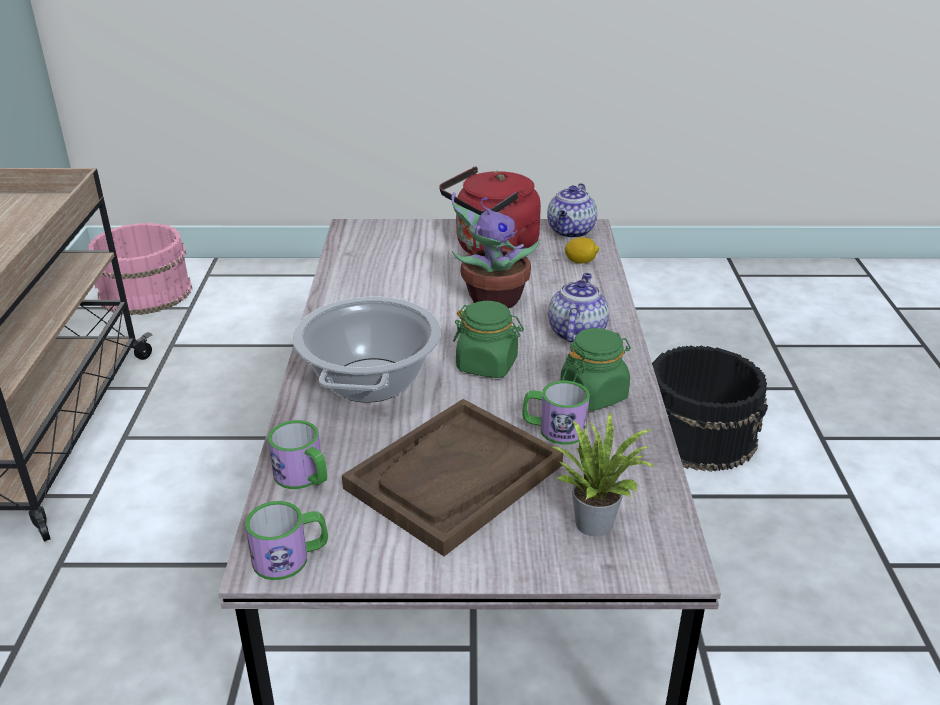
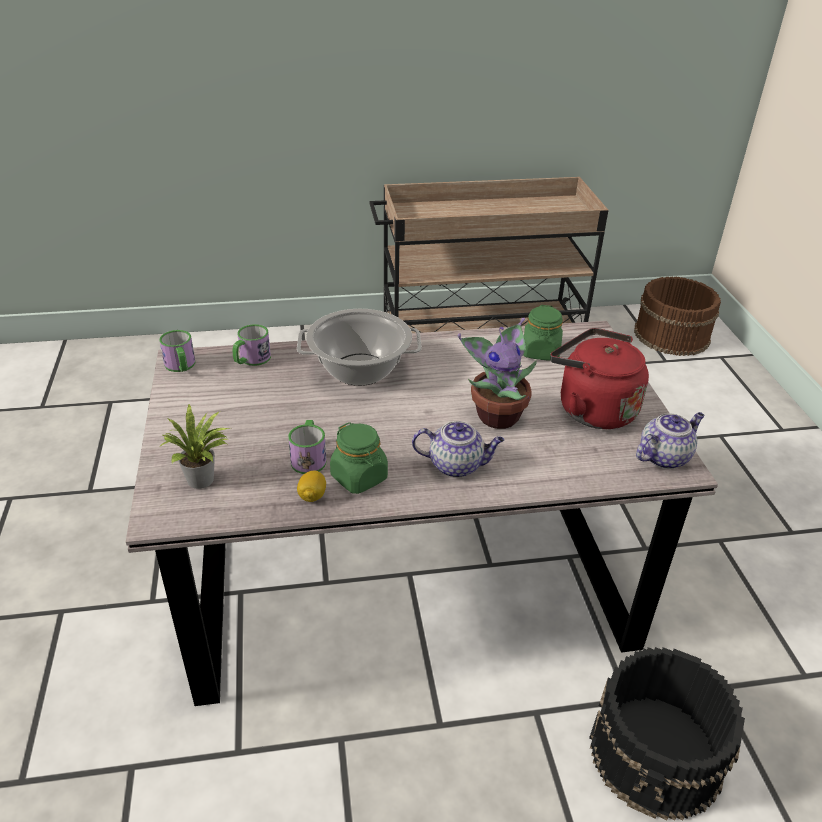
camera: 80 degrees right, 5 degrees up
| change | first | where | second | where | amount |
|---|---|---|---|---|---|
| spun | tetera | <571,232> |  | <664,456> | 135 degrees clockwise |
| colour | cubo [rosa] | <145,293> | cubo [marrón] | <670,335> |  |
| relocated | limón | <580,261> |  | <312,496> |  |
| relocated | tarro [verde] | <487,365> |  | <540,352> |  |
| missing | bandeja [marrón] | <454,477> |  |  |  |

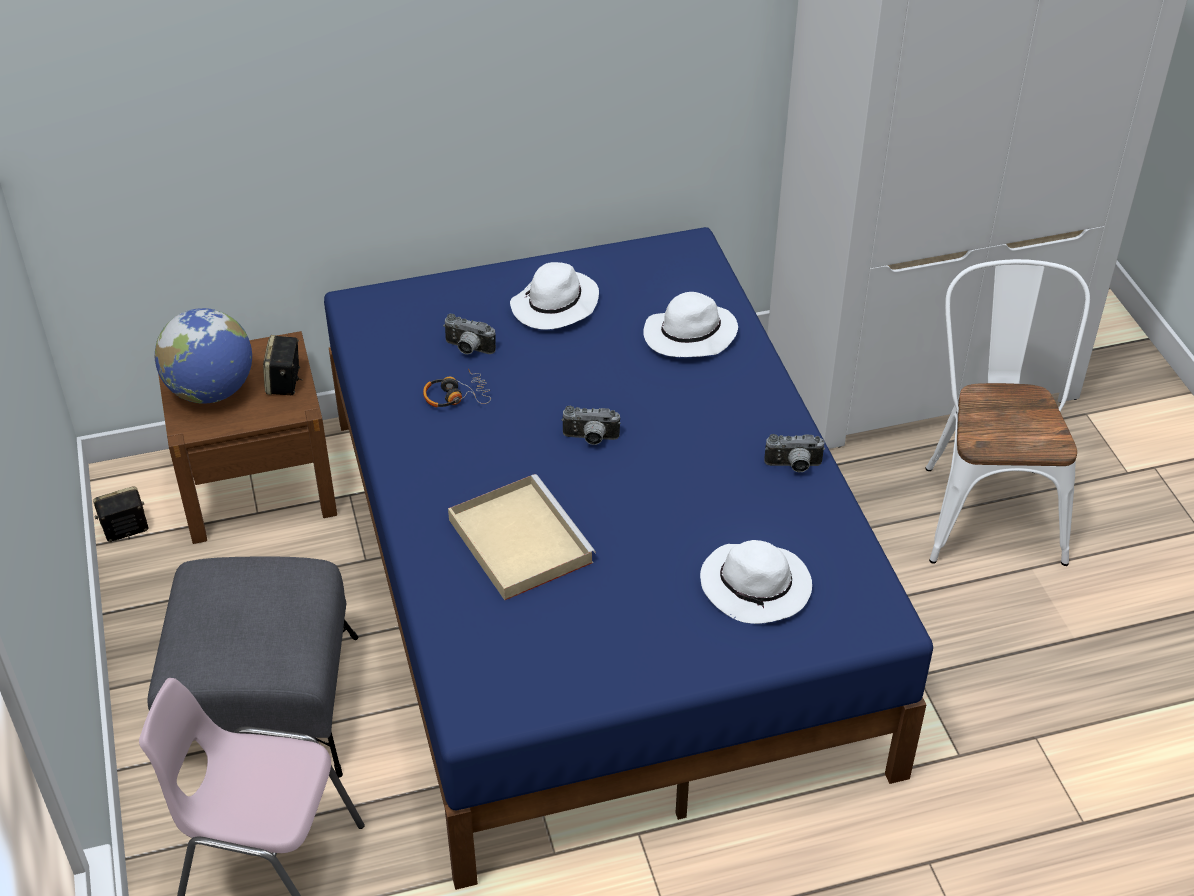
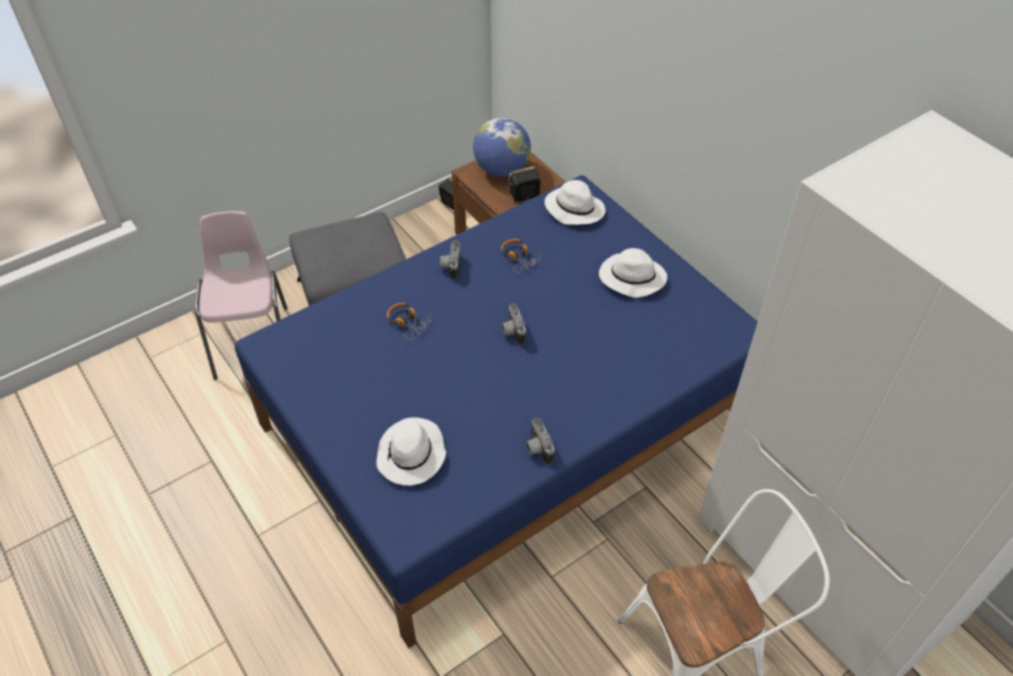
camera: 70 degrees right, 5 degrees up
| change | first | where | second | where | amount |
|---|---|---|---|---|---|
| relocated | sombrero [blanco] | <689,336> |  | <573,209> |  |
| relocated | cámara | <468,349> |  | <450,267> |  |
| exchanged | bandeja [beis] | <518,539> | auriculares | <408,323> |  |

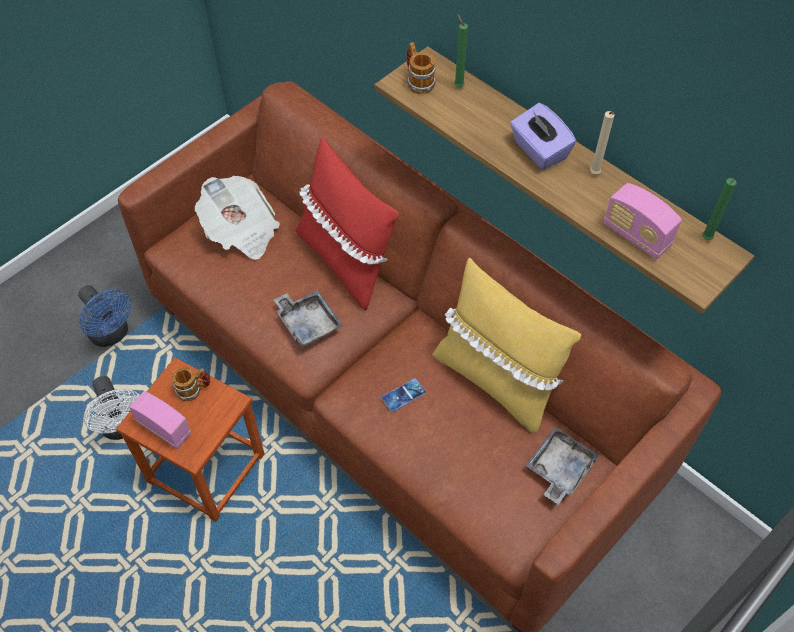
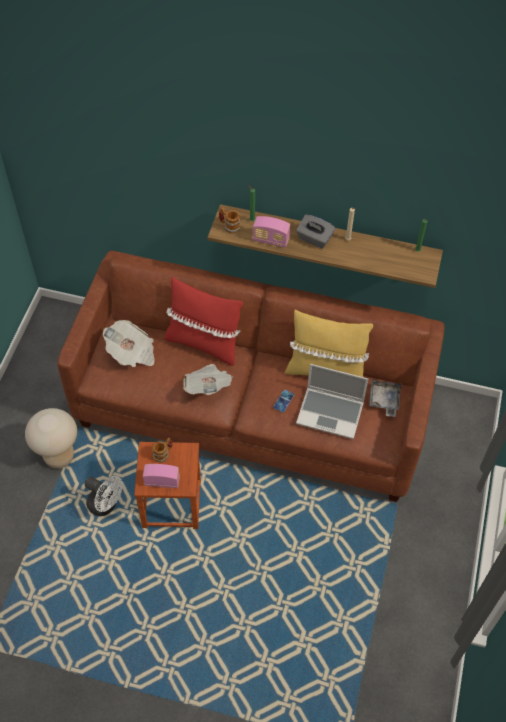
camera: 30 degrees left, 0 degrees up
| change | first | where | second | where | amount |
|---|---|---|---|---|---|
| colour | caja de pañuelos [morado] | <539,150> | caja de pañuelos [gris] | <314,239> |  |
| relocated | radio | <636,236> |  | <270,240> |  |
| exchanged | ventilador [azul] | <112,334> | taburete [beis] | <59,457> |  |
| exchanged | bandeja [gris] | <308,323> | periódico | <207,386> |  |
| appeared |  |  | portátil | <331,413> |  |

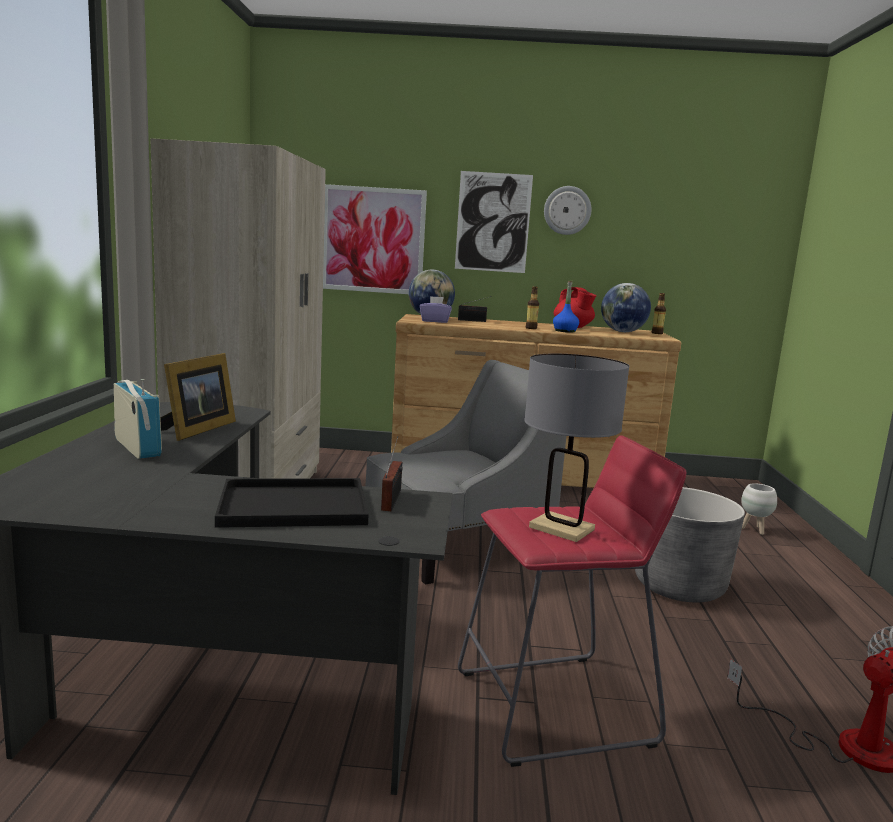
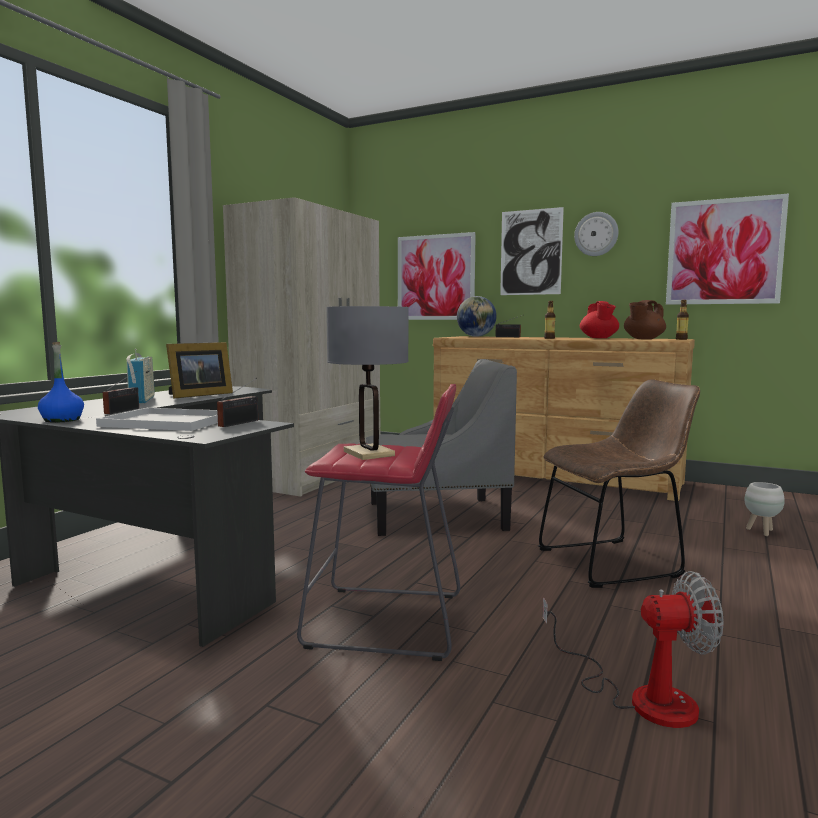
camera: 25 degrees right, 5 degrees down
| change | first | where | second | where | amount |
|---|---|---|---|---|---|
| relocated | botella [azul] | <565,331> |  | <62,420> |  |
| exchanged | globo terráqueo | <622,332> | tetera [marrón] | <643,339> |  |
| missing | caja de pañuelos [morado] | <435,321> |  |  |  |
| colour | bandeja [negro] | <296,505> | bandeja [blanco] | <170,422> |  |
| exchanged | maceta [gris] | <679,586> | silla [marrón] | <614,562> |  |
| appeared |  |  | cuadro | <724,252> |  |
| appeared |  |  | radio | <124,410> |  |

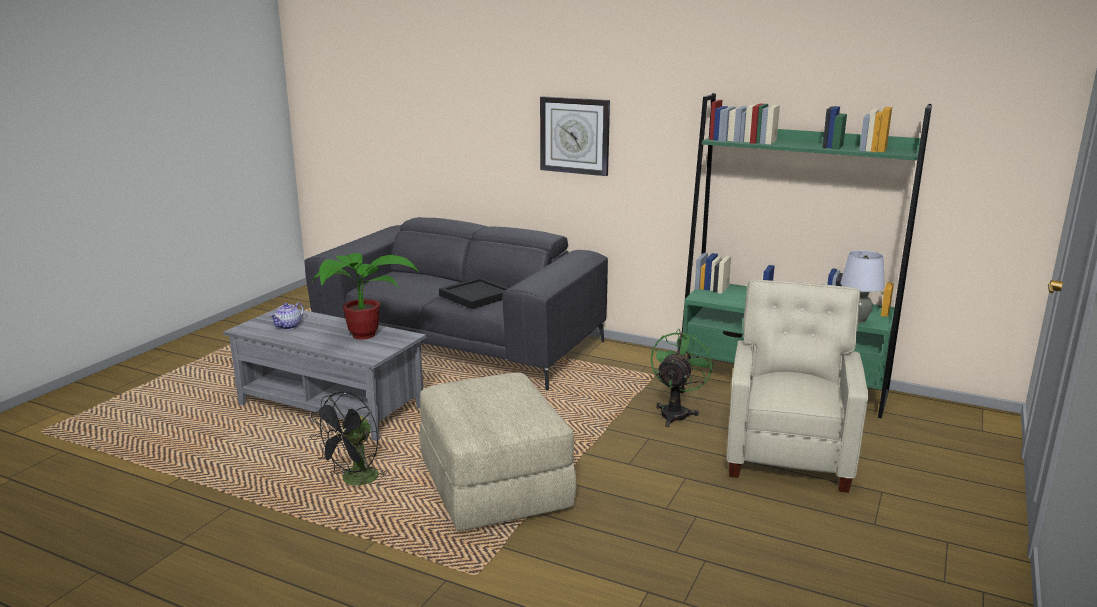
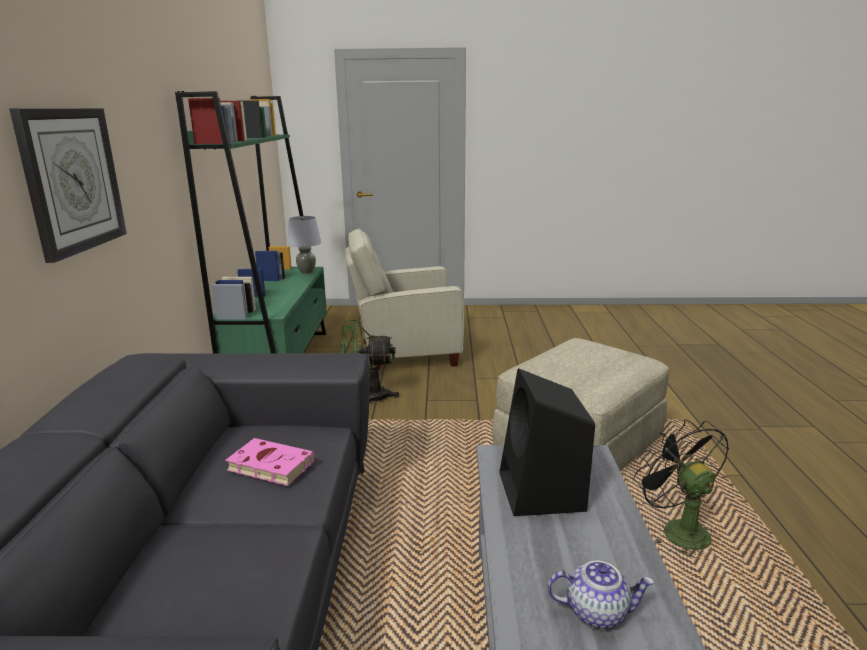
camera: 115 degrees left, 0 degrees up
| change | first | where | second | where | amount |
|---|---|---|---|---|---|
| exchanged | planta en maceta | <362,337> | altavoz [negro] | <542,493> |  |
| exchanged | bandeja [negro] | <476,295> | libro [rosa] | <268,465> |  |
| spun | ventilador [negro] | <355,481> |  | <677,529> | 120 degrees counterclockwise |

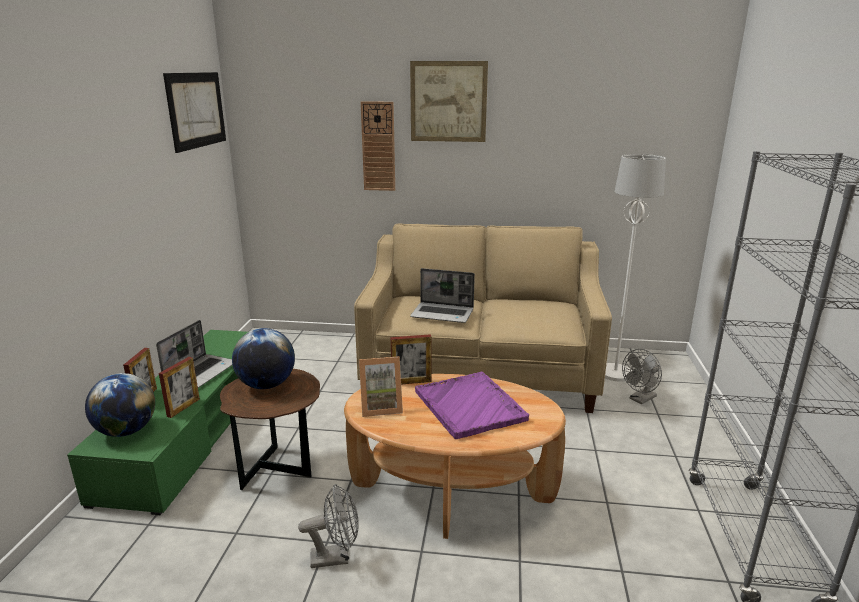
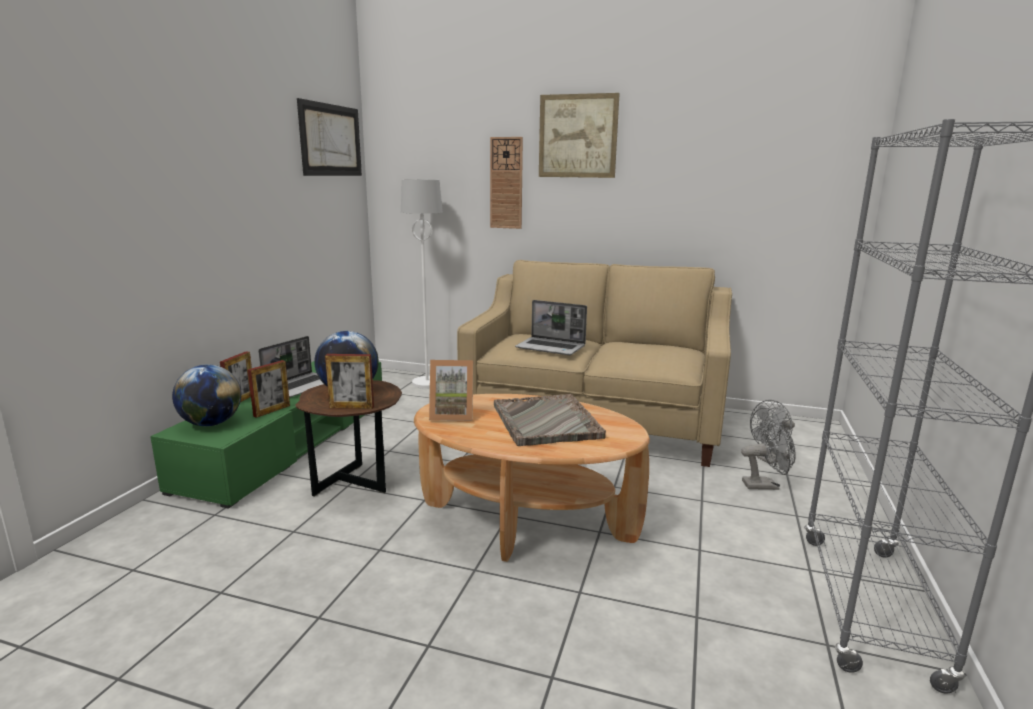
camera: 10 degrees right, 5 degrees down
| change | first | where | second | where | amount |
|---|---|---|---|---|---|
| relocated | lámpara de pie [blanco] | <615,373> |  | <427,383> |  |
| relocated | portarretratos | <411,382> |  | <351,407> |  |
| colour | bandeja [morado] | <470,406> | bandeja [gris] | <546,422> |  |
| relocated | ventilador [gris] | <336,557> |  | <765,485> |  |

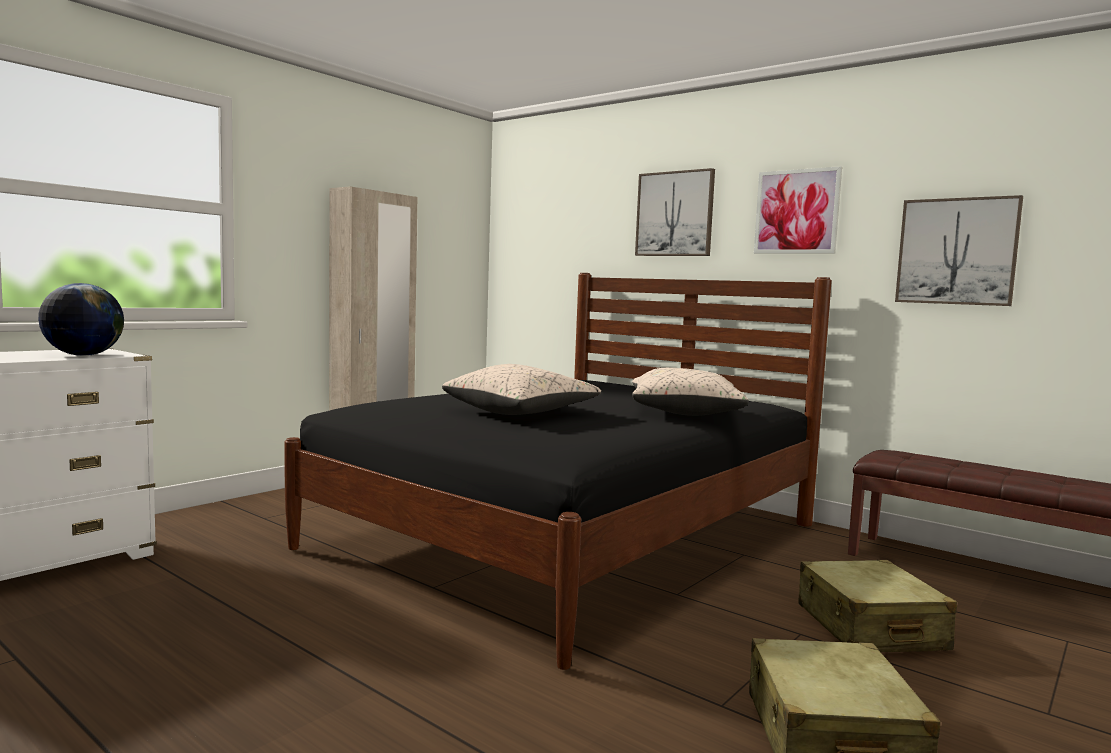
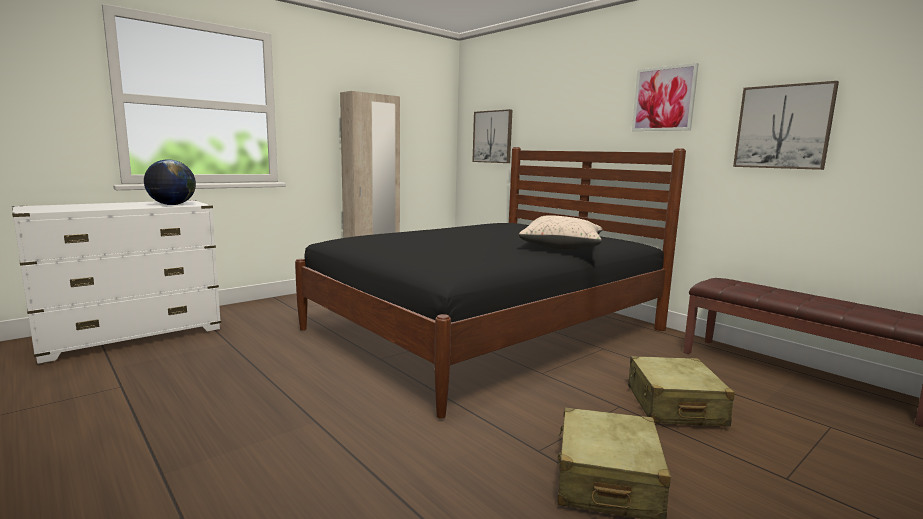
camera: 10 degrees right, 5 degrees up
| change | first | where | second | where | amount |
|---|---|---|---|---|---|
| relocated | cuadro | <675,214> |  | <492,137> |  |
| missing | cojín [beis] | <520,412> |  |  |  |

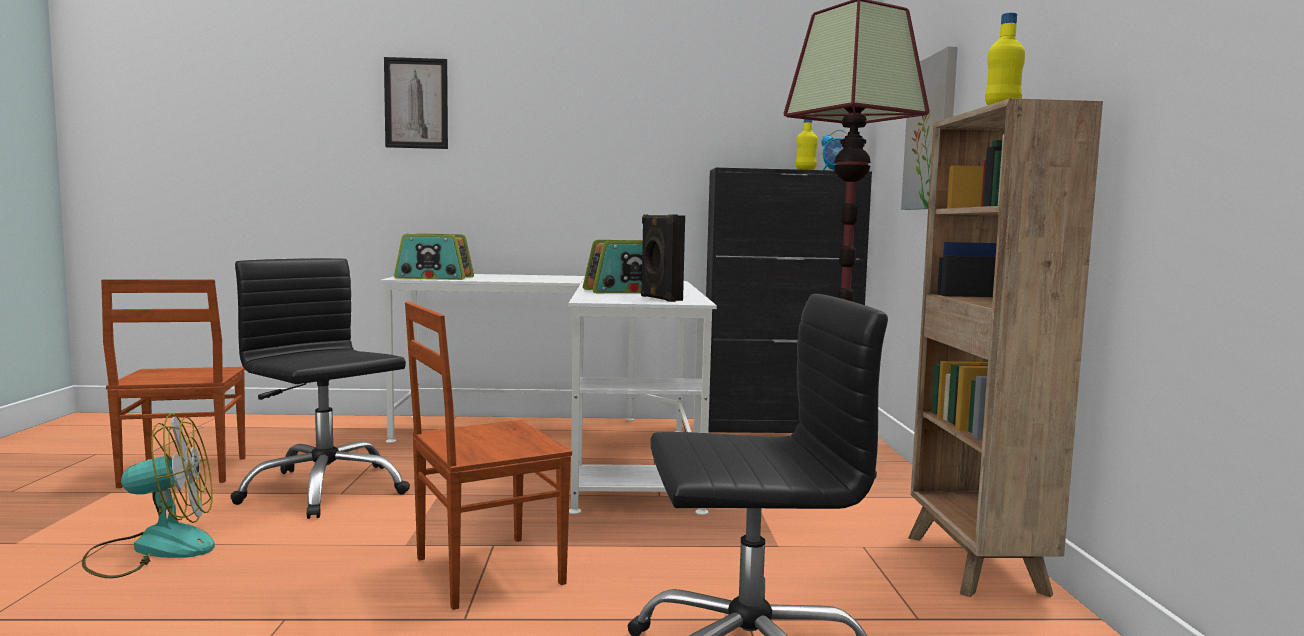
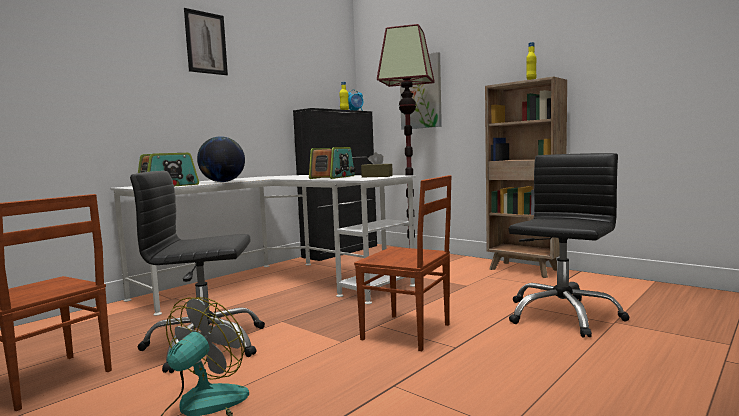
camera: 45 degrees left, 0 degrees up
| change | first | where | second | where | amount |
|---|---|---|---|---|---|
| relocated | cuadro | <416,103> |  | <206,43> |  |
| exchanged | altavoz [negro] | <659,298> | caja de pañuelos [marrón] | <377,176> |  |
| spun | silla [marrón] | <485,570> |  | <407,332> | 75 degrees counterclockwise |
| appeared |  |  | globo terráqueo | <222,182> |  |

